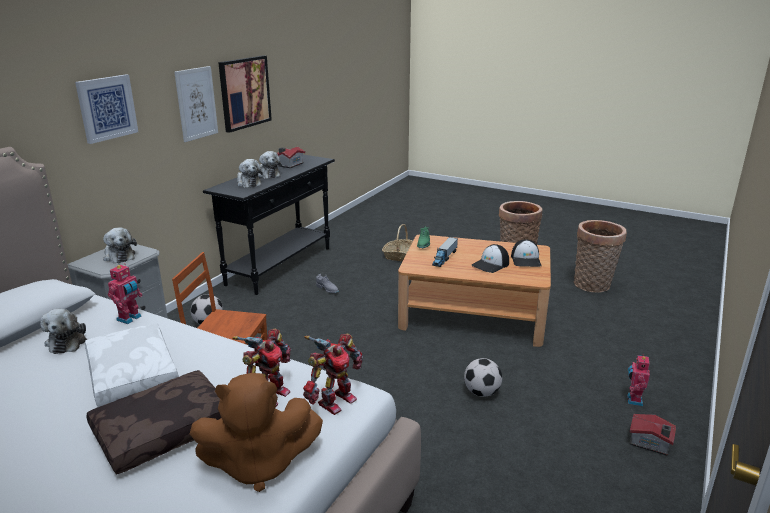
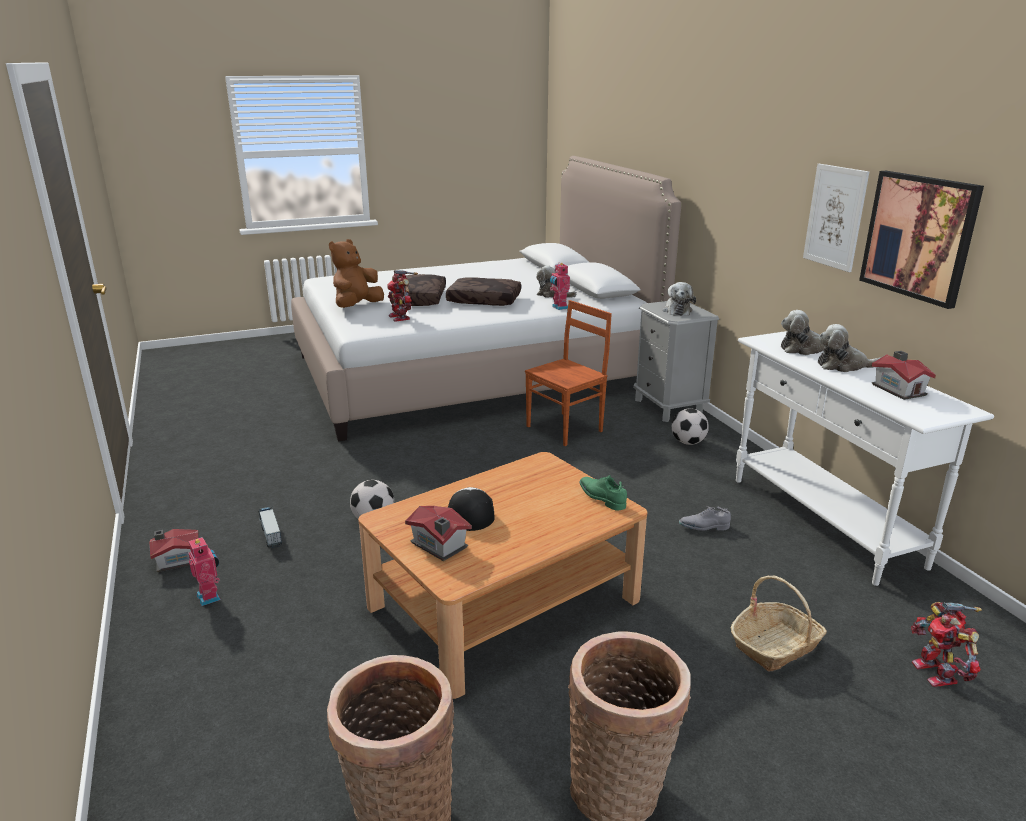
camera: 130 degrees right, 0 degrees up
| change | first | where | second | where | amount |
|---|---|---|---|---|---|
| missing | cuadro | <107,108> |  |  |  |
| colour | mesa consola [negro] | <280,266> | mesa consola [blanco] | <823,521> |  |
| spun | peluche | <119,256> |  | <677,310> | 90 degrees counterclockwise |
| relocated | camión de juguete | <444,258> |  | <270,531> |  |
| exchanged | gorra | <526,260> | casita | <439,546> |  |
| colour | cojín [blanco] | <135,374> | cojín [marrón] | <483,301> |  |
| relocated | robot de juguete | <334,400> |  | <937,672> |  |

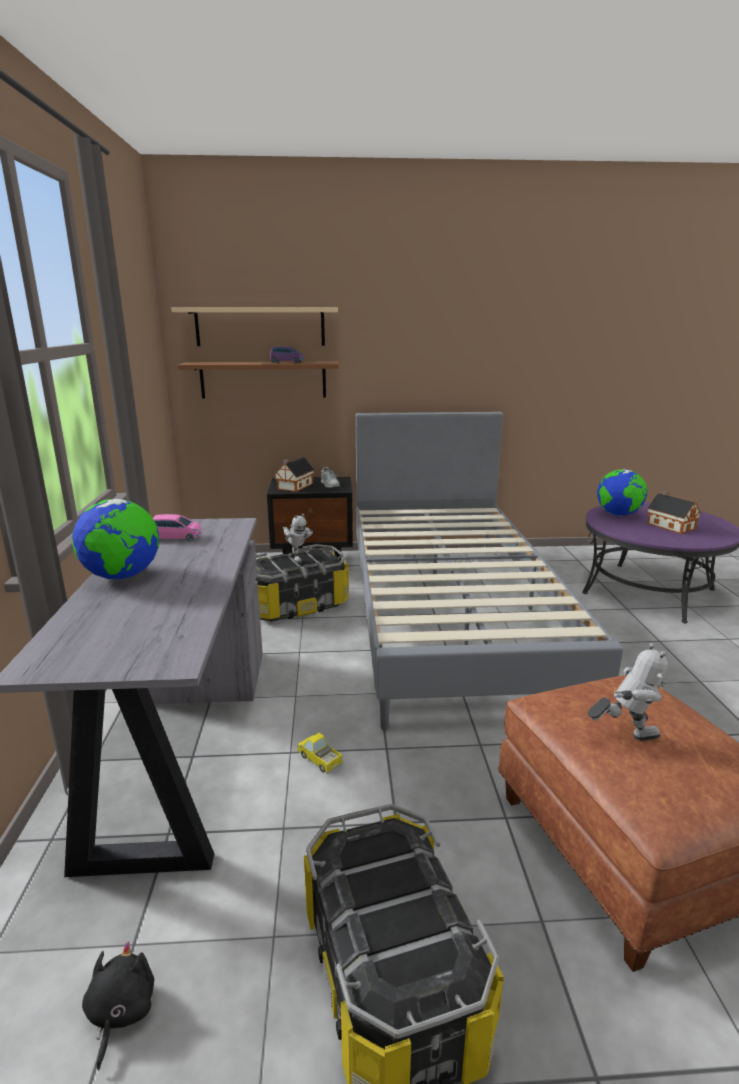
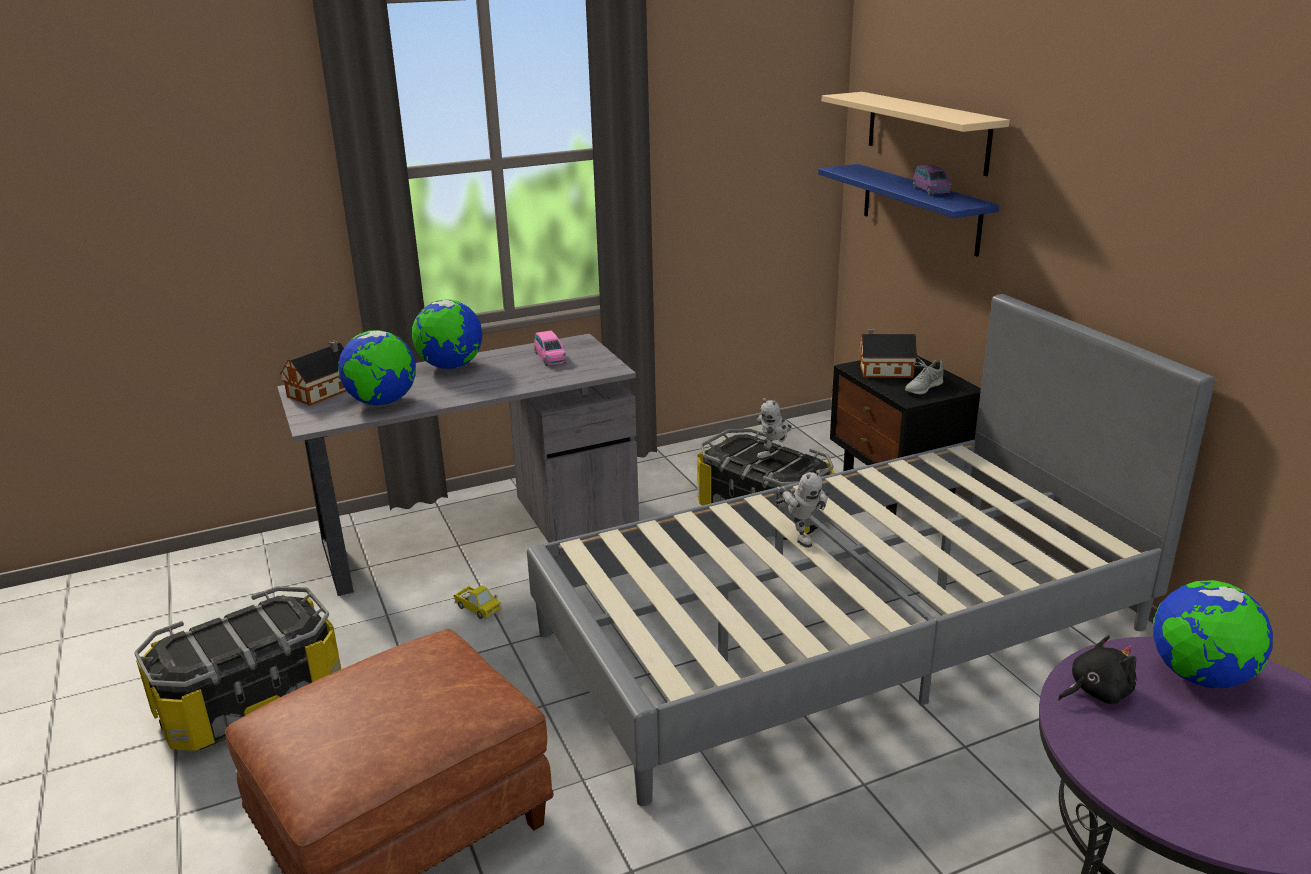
camera: 70 degrees right, 5 degrees up
| change | first | where | second | where | amount |
|---|---|---|---|---|---|
| colour | estante [marrón] | <263,380> | estante [azul] | <920,208> |  |
| relocated | casita | <669,526> |  | <324,391> |  |
| relocated | robot de juguete | <624,735> |  | <799,536> |  |
| spun | camión de juguete | <320,760> |  | <478,609> | 105 degrees clockwise |
| relocated | peluche [negro] | <120,1012> |  | <1096,692> |  |
| appeared |  |  | globo terráqueo | <382,403> |  |

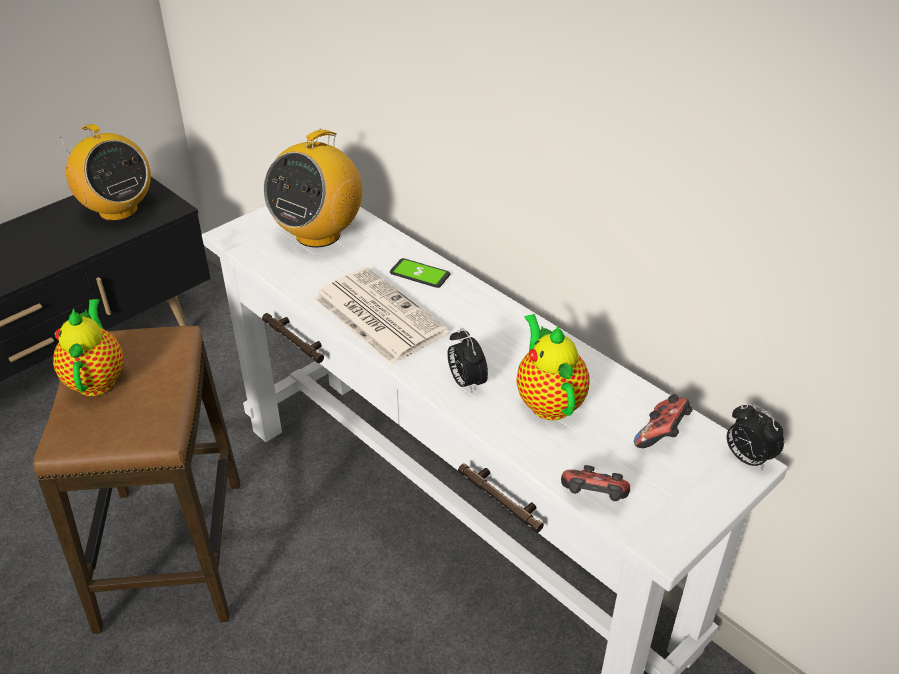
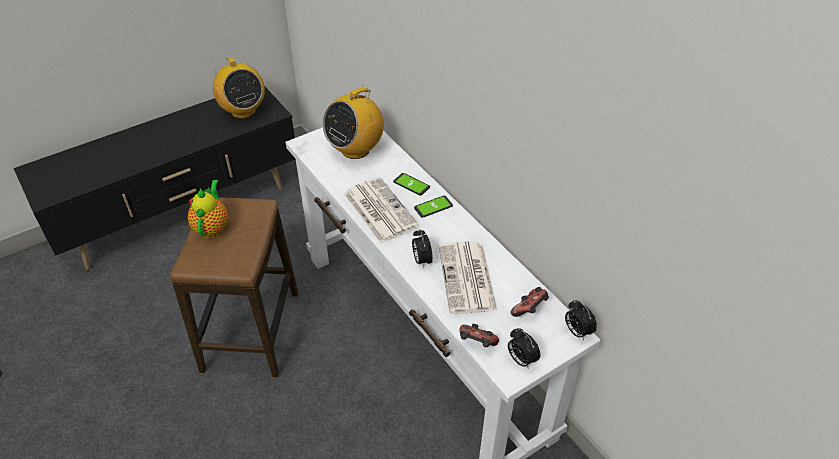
camera: 10 degrees right, 5 degrees up
| change | first | where | second | where | amount |
|---|---|---|---|---|---|
| exchanged | tetera | <548,401> | periódico | <467,279> |  |
| appeared |  |  | móvil | <433,207> |  |
| appeared |  |  | despertador | <521,360> |  |

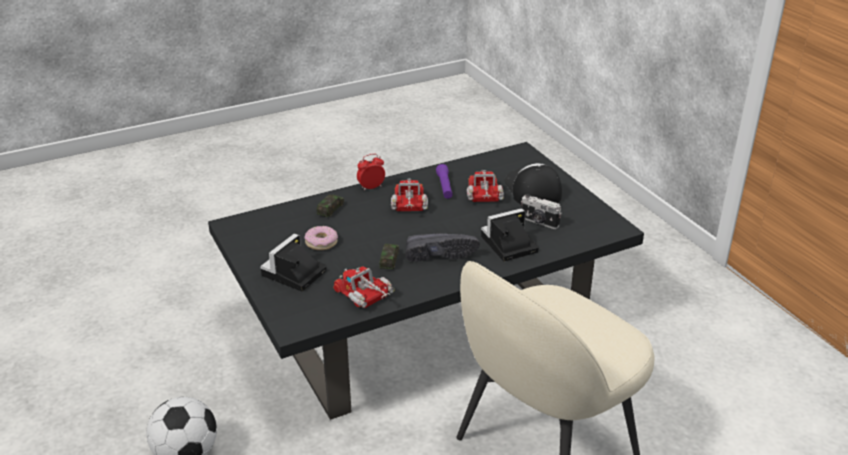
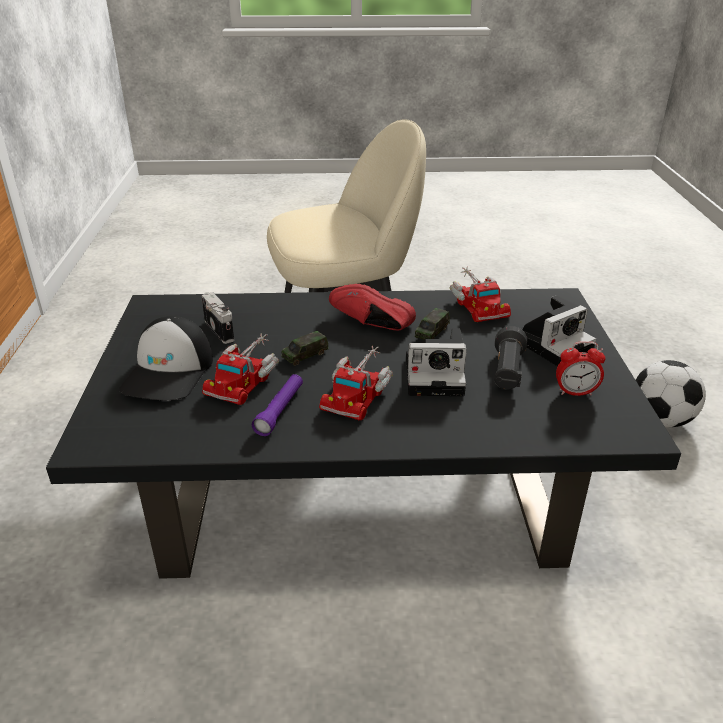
camera: 155 degrees left, 0 degrees up
| change | first | where | second | where | amount |
|---|---|---|---|---|---|
| relocated | despertador | <371,187> |  | <575,392> |  |
| relocated | coche de juguete | <330,209> |  | <305,355> |  |
| relocated | cámara | <507,245> |  | <437,375> |  |
| exchanged | rosquilla | <321,242> | linterna [negro] | <507,372> |  |
| colour | zapato [negro] | <439,254> | zapato [rojo] | <369,325> |  |

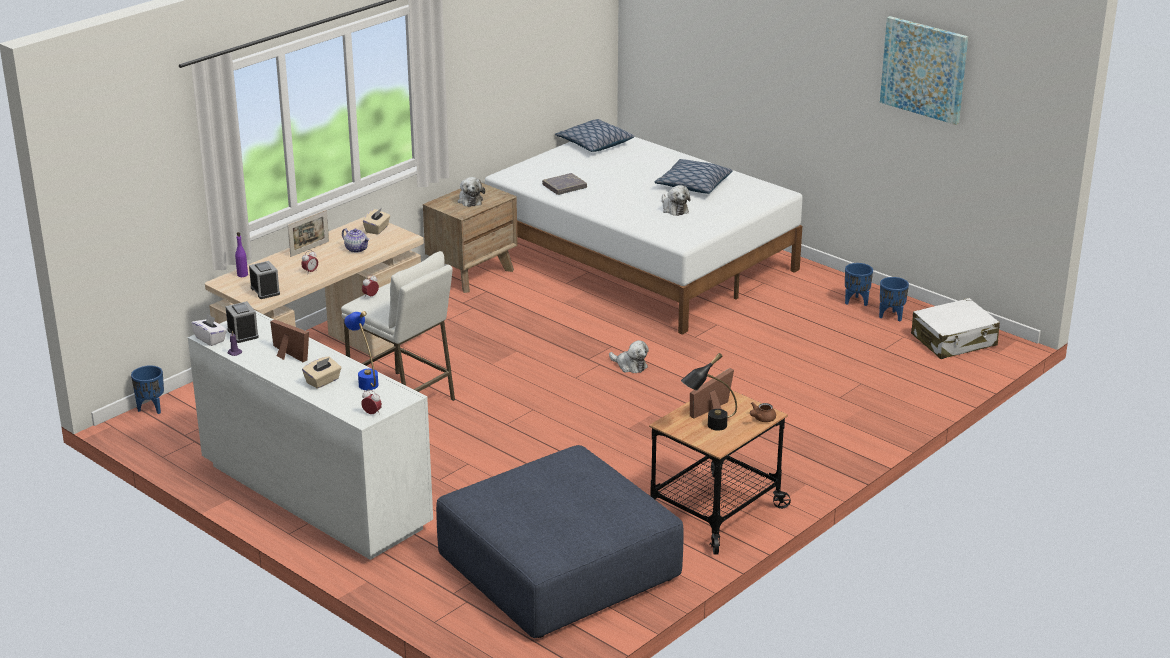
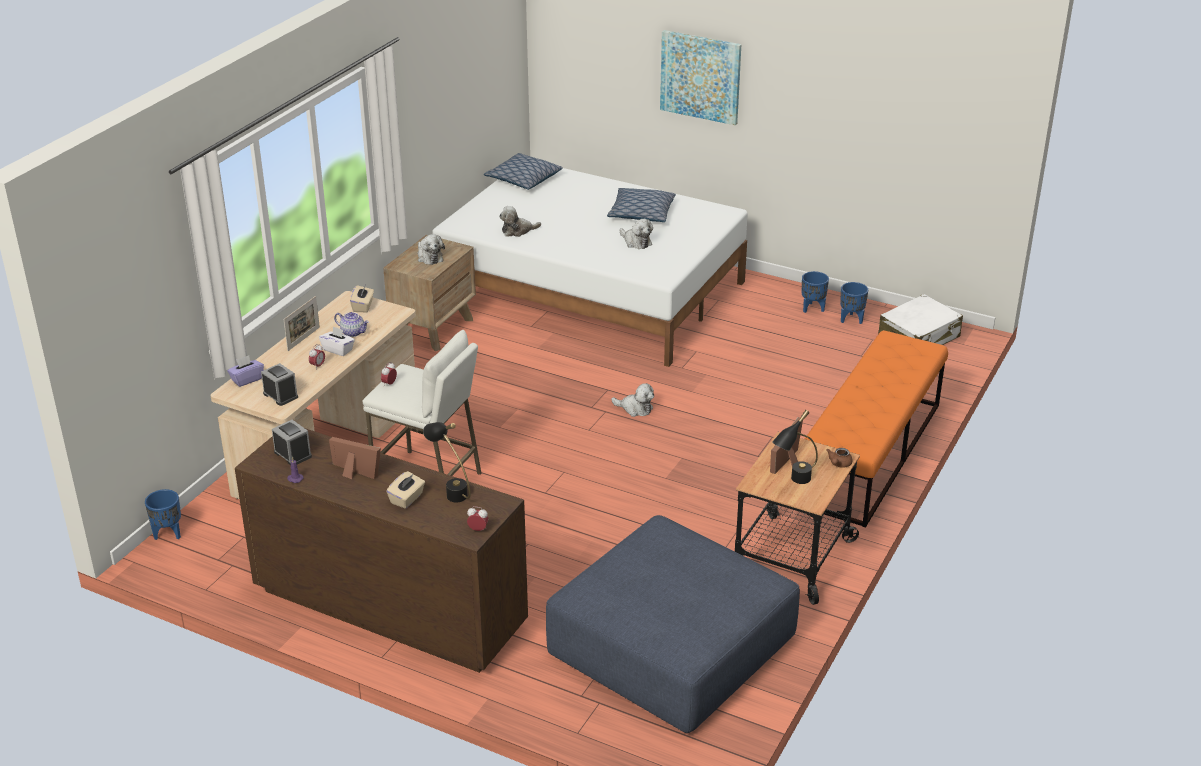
camera: 15 degrees left, 5 degrees up
| change | first | where | second | where | amount |
|---|---|---|---|---|---|
| relocated | cuadro | <924,69> |  | <700,76> |  |
| exchanged | libro [gris] | <564,187> | peluche | <518,231> |  |
| exchanged | botella [morado] | <242,275> | caja de pañuelos [morado] | <247,379> |  |
| colour | cómoda [blanco] | <315,496> | cómoda [marrón] | <389,608> |  |
| colour | lámpara de mesa [azul] | <365,380> | lámpara de mesa [negro] | <450,491> |  |
| relocated | caja de pañuelos [blanco] | <210,339> |  | <338,350> |  |
| appeared |  |  | banco [naranja] | <870,454> |  |

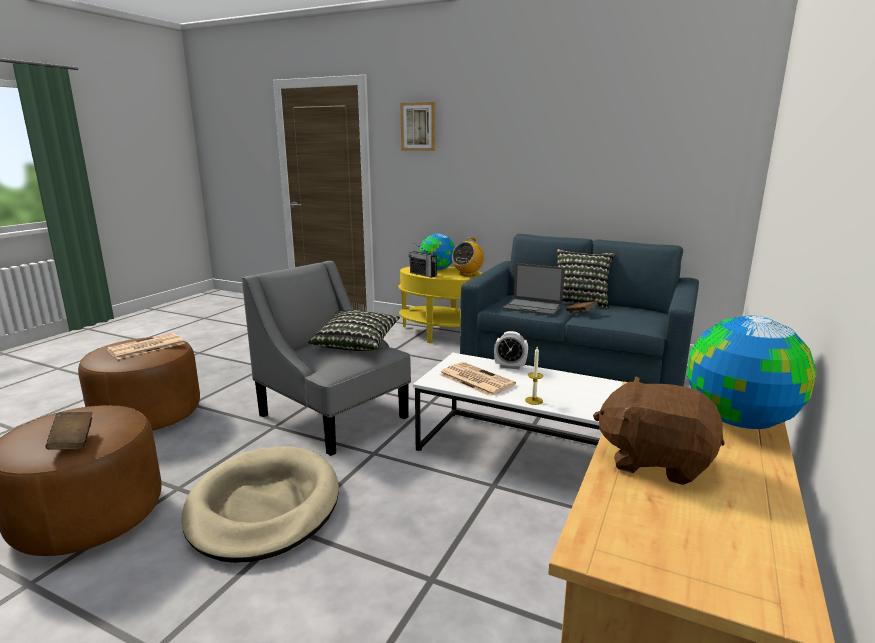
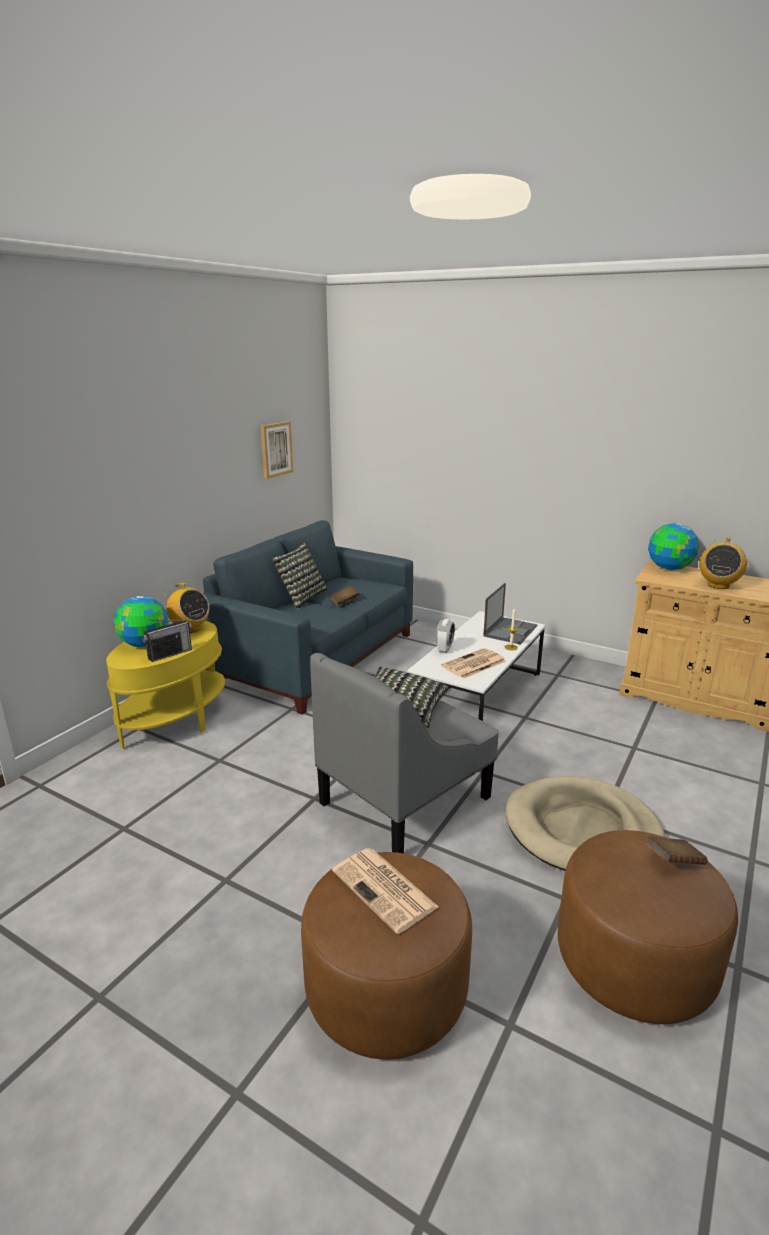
camera: 85 degrees left, 5 degrees up
| change | first | where | second | where | amount |
|---|---|---|---|---|---|
| relocated | cuadro | <418,126> |  | <275,449> |  |
| relocated | portátil | <533,307> |  | <510,630> |  |
| exchanged | peluche [marrón] | <655,460> | radio | <718,585> |  |

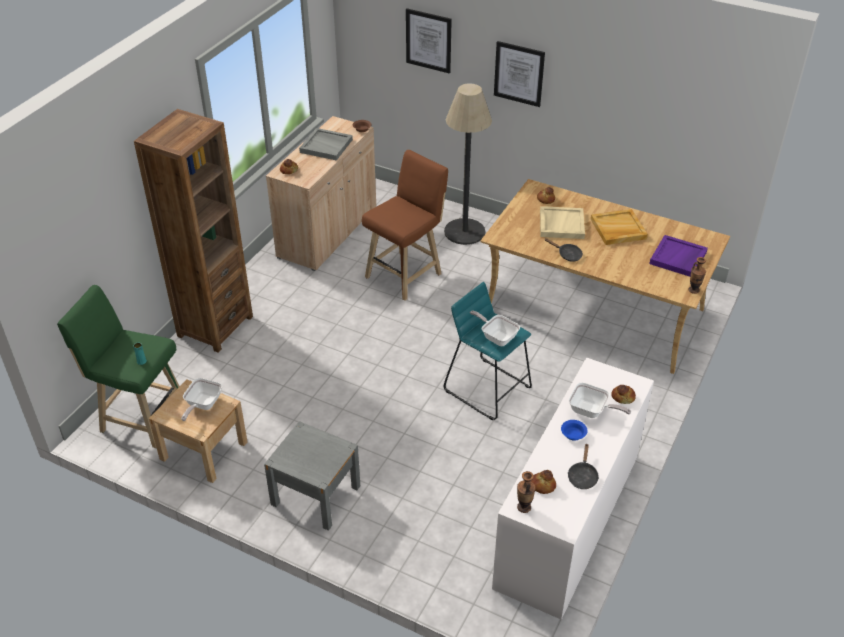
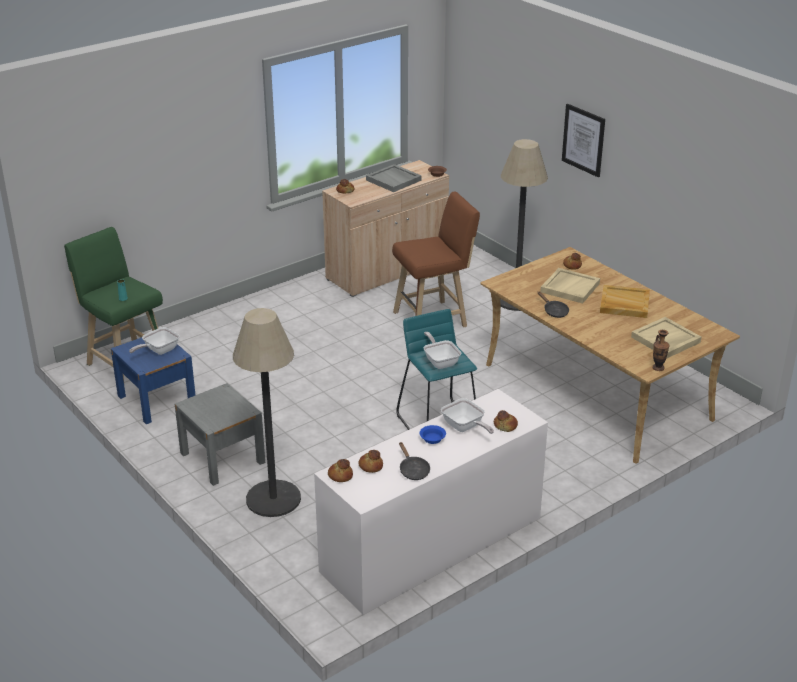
camera: 25 degrees right, 10 degrees down
| change | first | where | second | where | amount |
|---|---|---|---|---|---|
| missing | cuadro | <428,40> |  |  |  |
| missing | estantería [marrón] | <215,326> |  |  |  |
| colour | bandeja [morado] | <678,258> | bandeja [beis] | <665,340> |  |
| colour | mesita de noche [beis] | <204,450> | mesita de noche [azul] | <157,400> |  |
| spun | sartén [negro] | <582,476> |  | <413,470> | 60 degrees counterclockwise |
| exchanged | florero | <524,507> | pan | <340,476> |  |
| appeared |  |  | lámpara de pie | <273,499> |  |

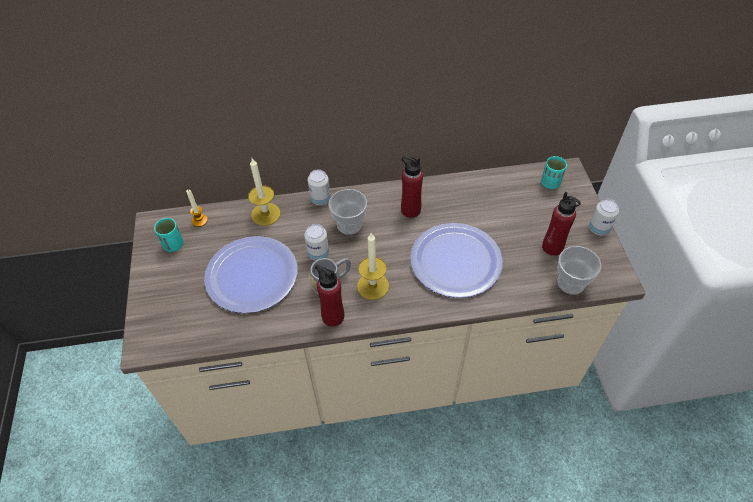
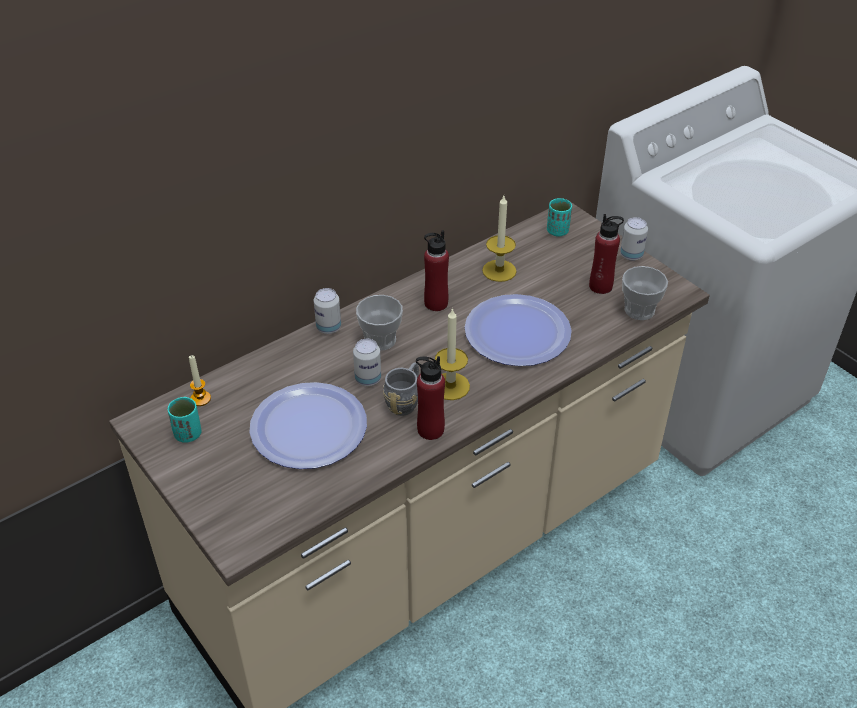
camera: 30 degrees left, 10 degrees down
| change | first | where | second | where | amount |
|---|---|---|---|---|---|
| relocated | vela | <265,214> |  | <499,271> |  |

